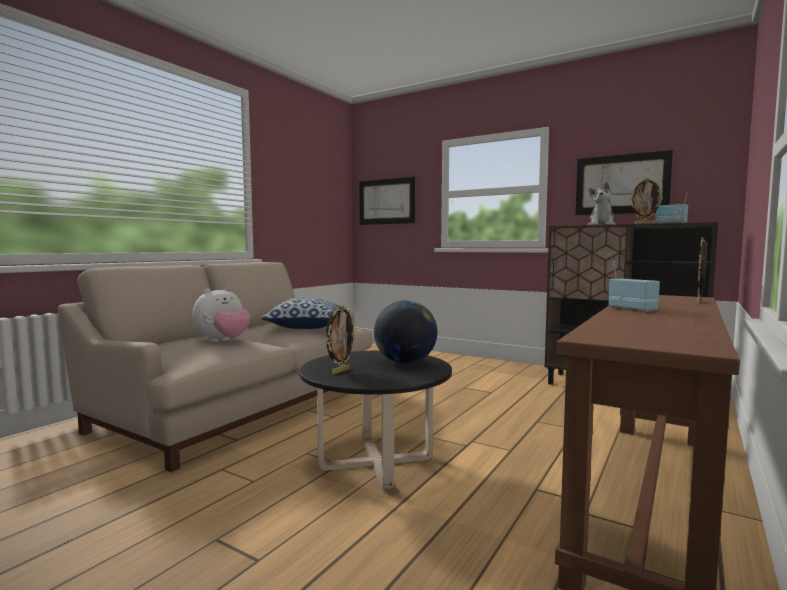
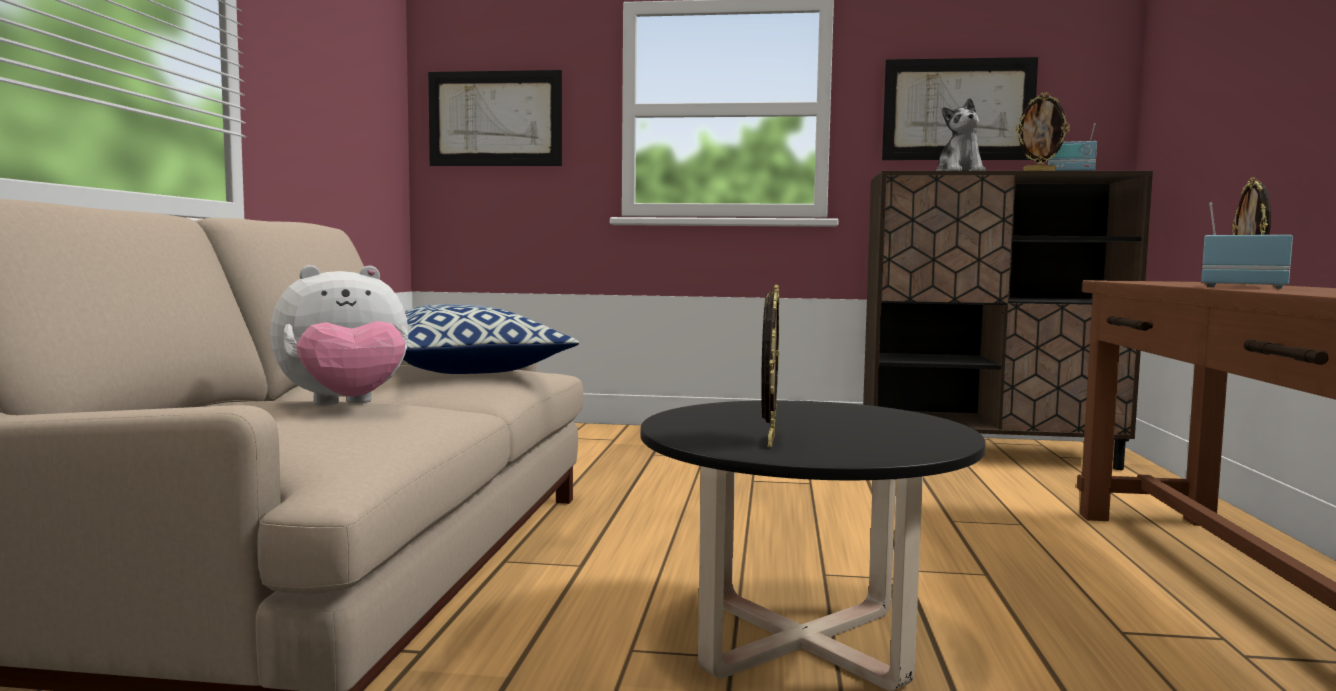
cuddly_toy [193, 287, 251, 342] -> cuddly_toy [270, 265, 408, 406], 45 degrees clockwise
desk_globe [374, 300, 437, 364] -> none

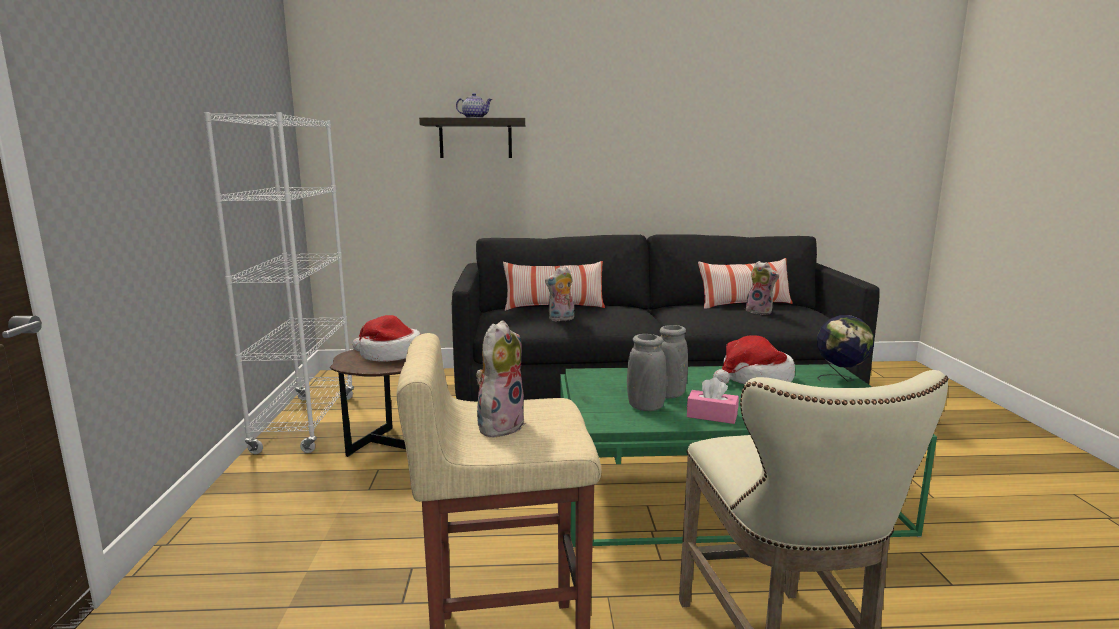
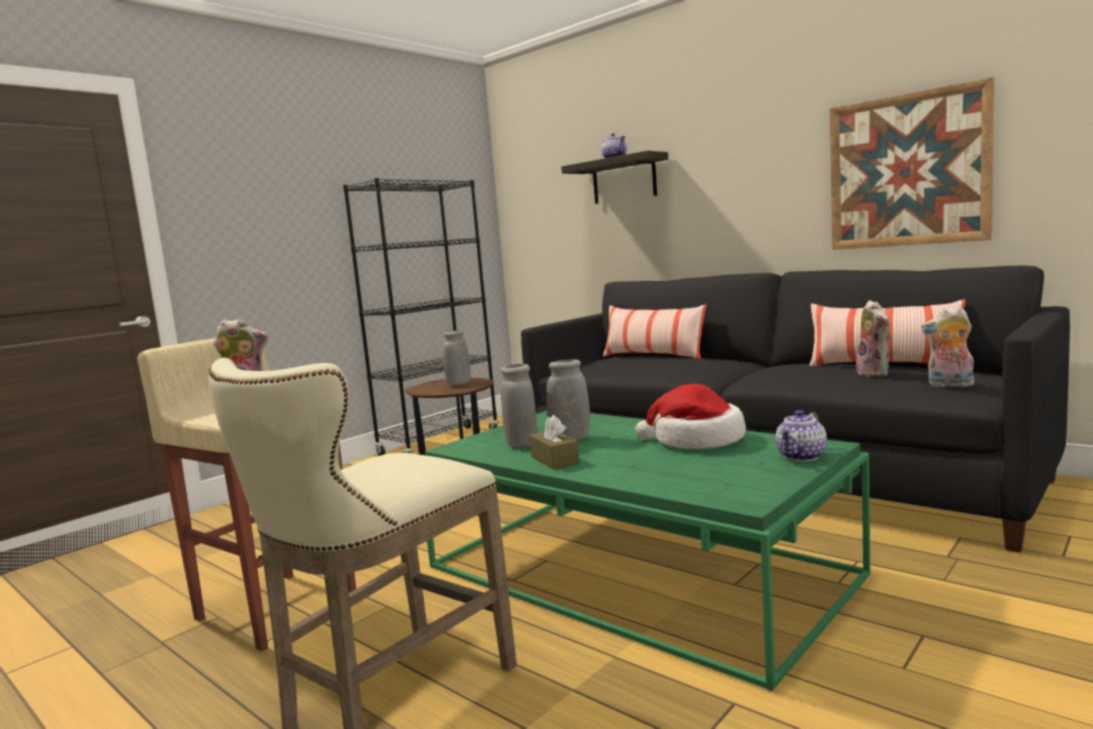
whitish_shelving_unit [204, 112, 354, 454] -> black_shelving_unit [343, 178, 498, 456]
hat [352, 315, 421, 362] -> gray_flower_vase [443, 330, 470, 386]
pinkish_tissue_holder [687, 377, 739, 424] -> brownish_tissue_holder [529, 415, 580, 470]
desk_globe [817, 315, 874, 381] -> teapot [775, 410, 827, 461]
none -> picture [830, 77, 995, 250]
cuddly_toy [545, 267, 574, 322] -> cuddly_toy [921, 307, 974, 387], relocated

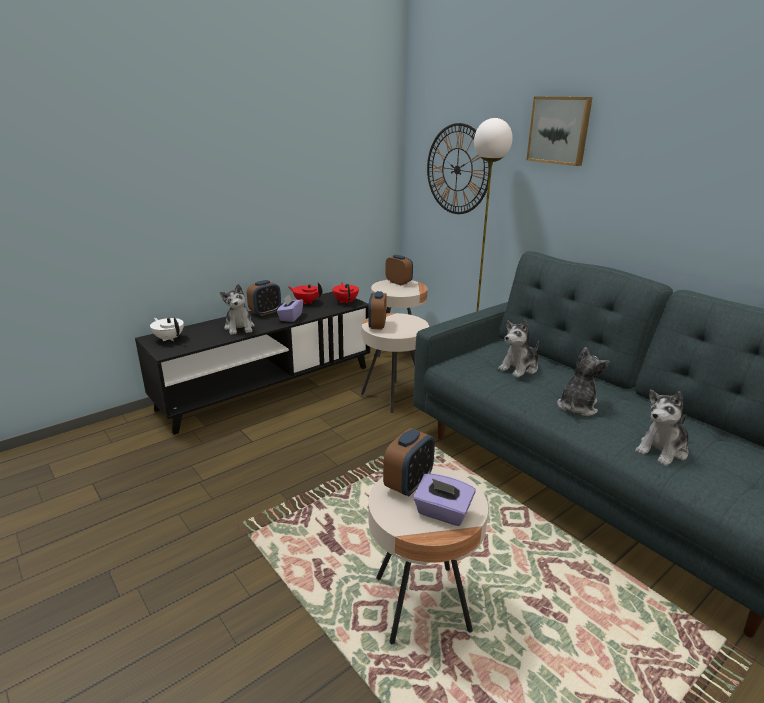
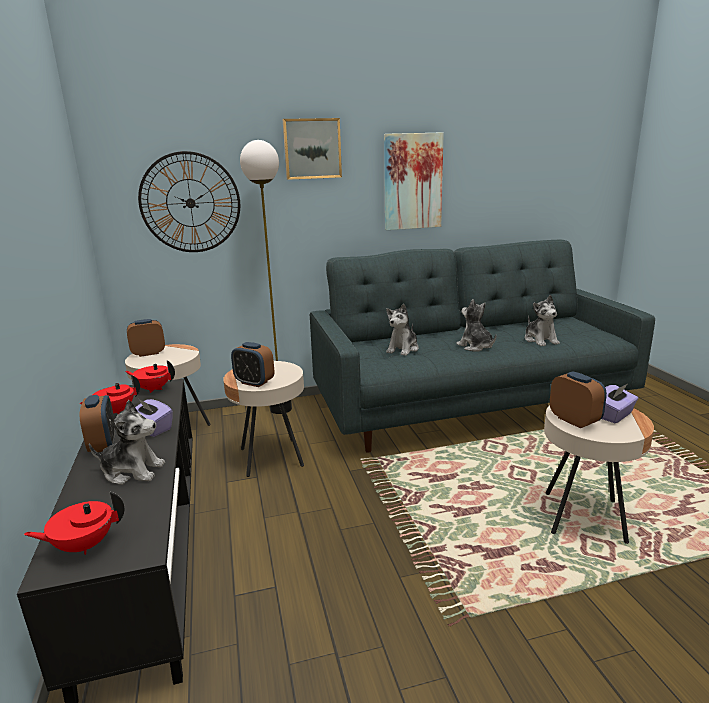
whitish_teapot [150, 317, 184, 341] -> red-coloured_teapot [24, 492, 124, 555]
none -> picture [384, 132, 444, 230]
cuddly_toy [498, 320, 539, 378] -> cuddly_toy [386, 304, 419, 356], 45 degrees clockwise

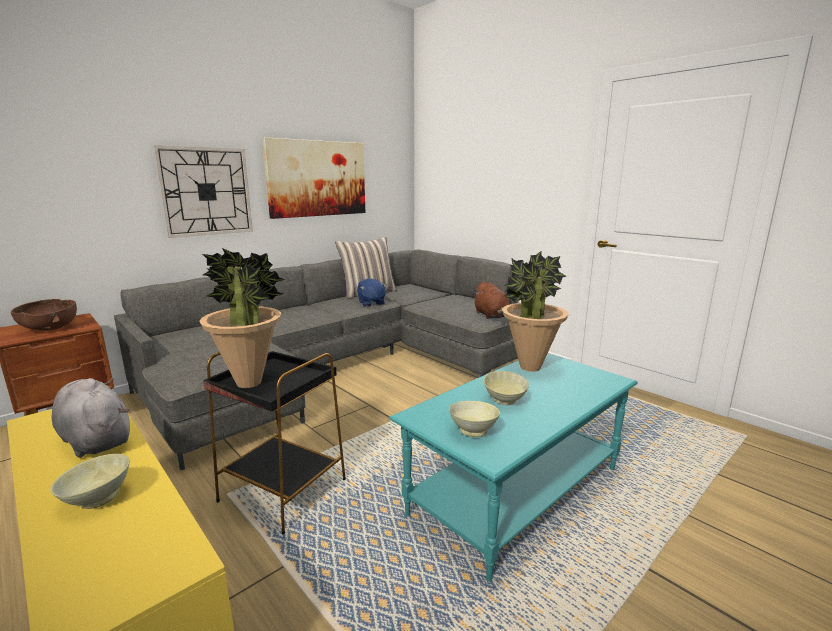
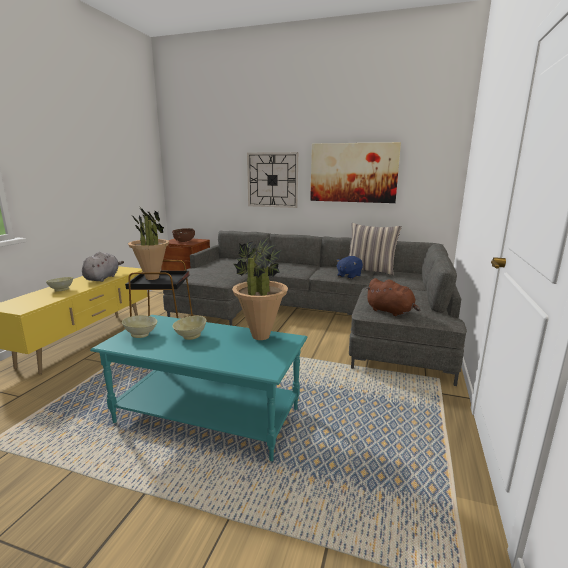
brownish_cuddly_toy [473, 281, 510, 319] -> brownish_cuddly_toy [366, 278, 420, 316], 90 degrees counterclockwise

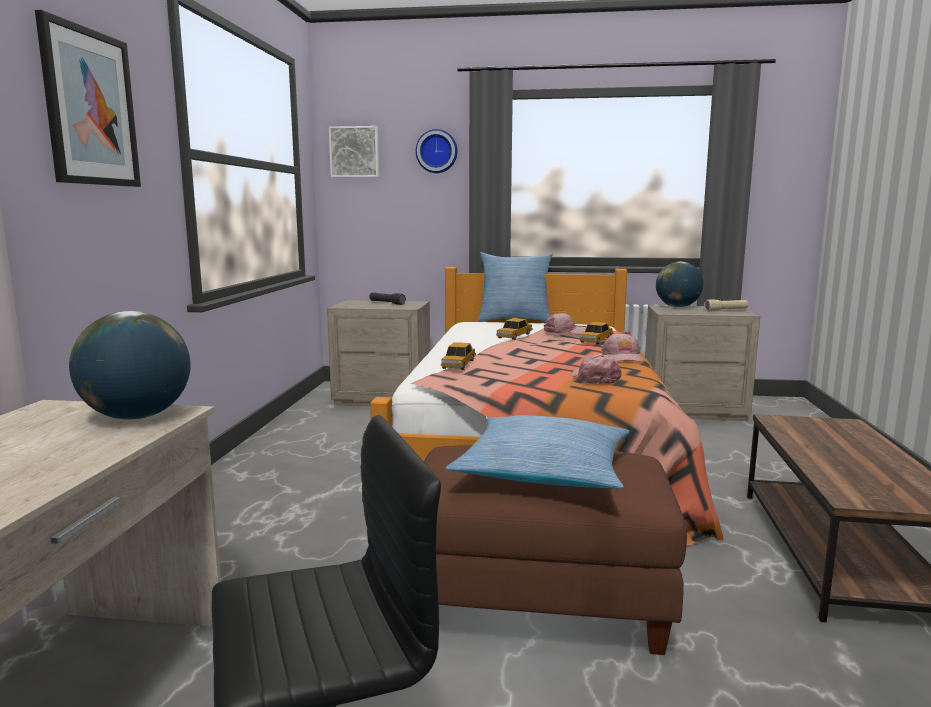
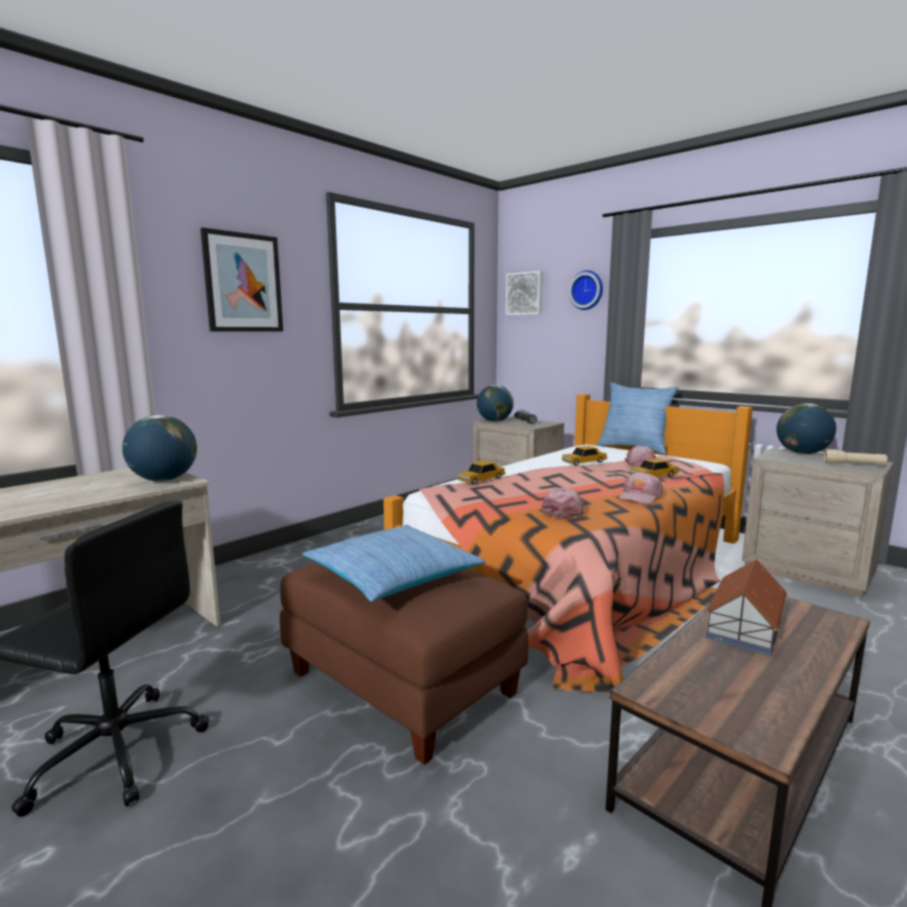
none -> desk_globe [477, 385, 514, 422]
none -> toy_house [705, 559, 788, 656]

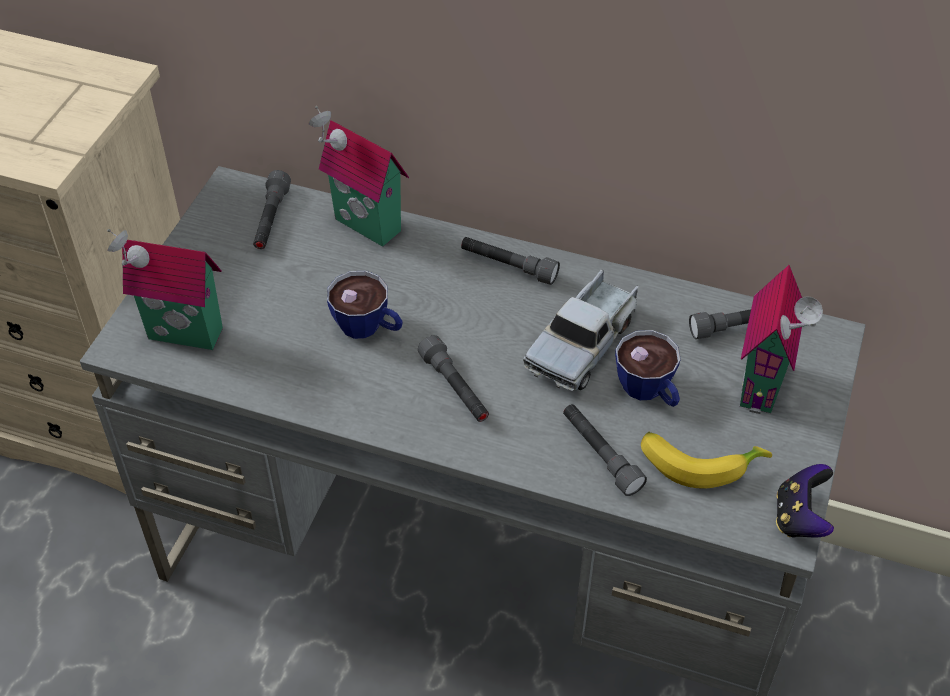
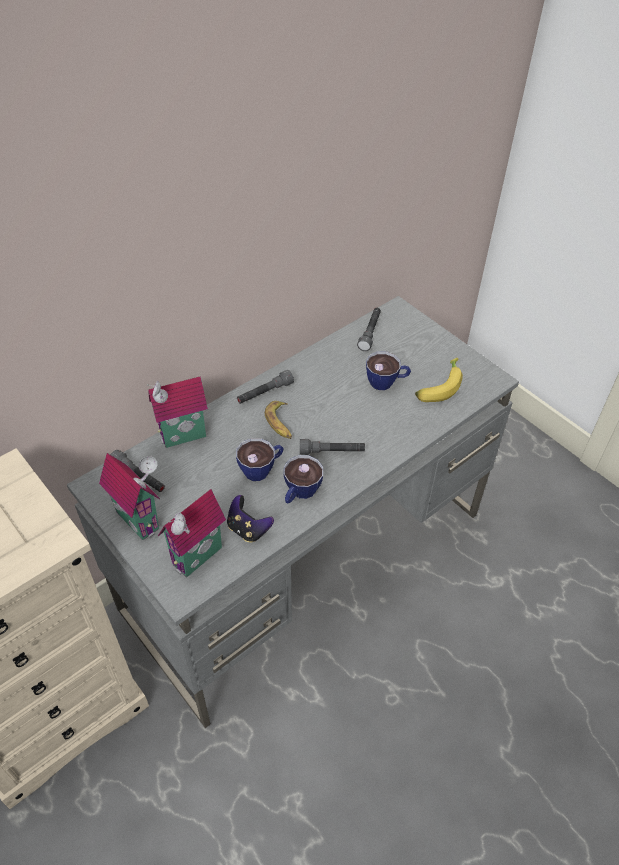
toy_house [740, 265, 823, 414] -> toy_house [99, 453, 160, 540], relocated
game_controller [776, 464, 834, 538] -> game_controller [227, 495, 274, 542], relocated
none -> banana_fruit [265, 401, 292, 439]
none -> drinking_cup [284, 455, 323, 503]
toy_truck [523, 269, 639, 391] -> none
gray_flashlight [563, 404, 647, 496] -> none

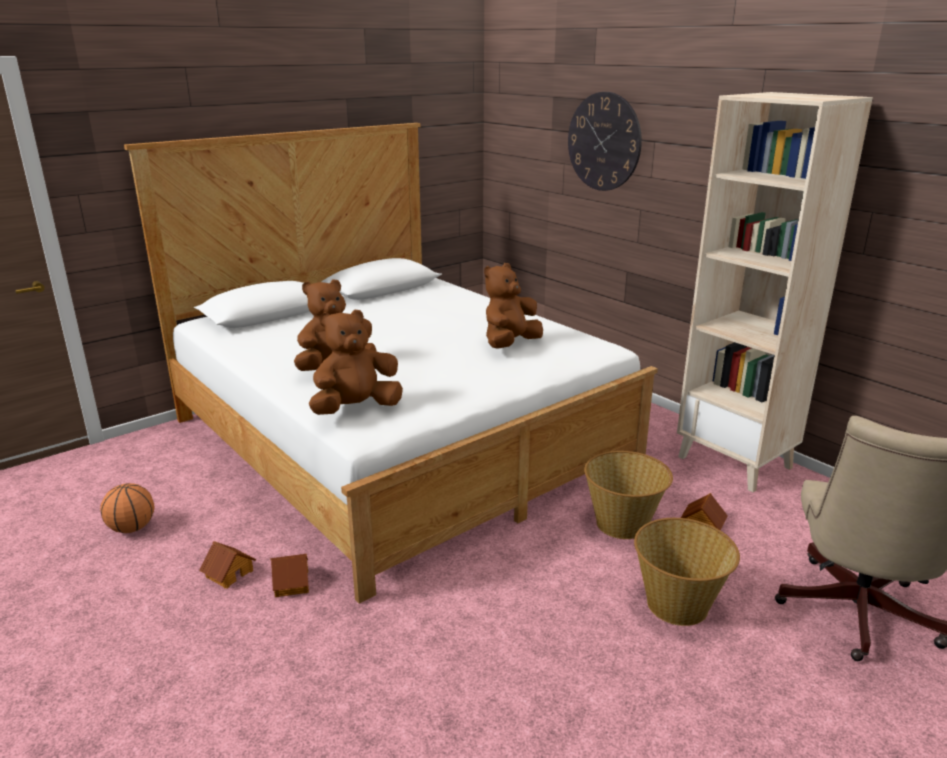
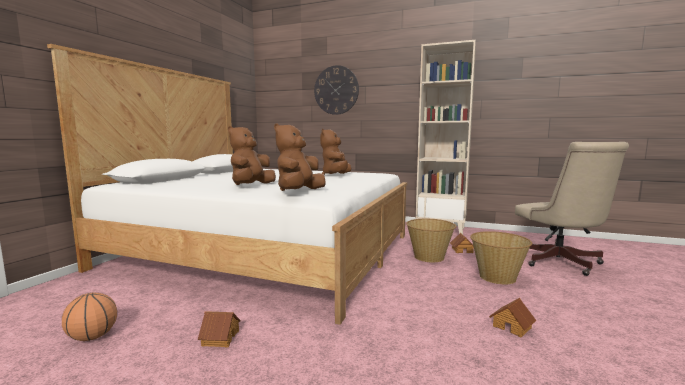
toy_house [270, 554, 309, 597] -> toy_house [489, 298, 536, 338], relocated

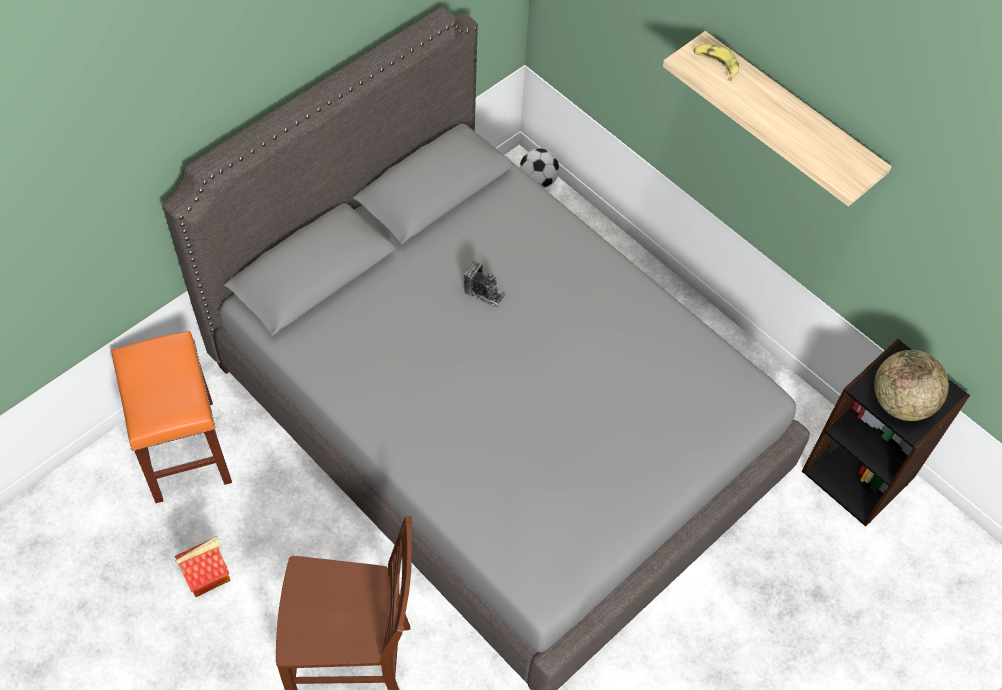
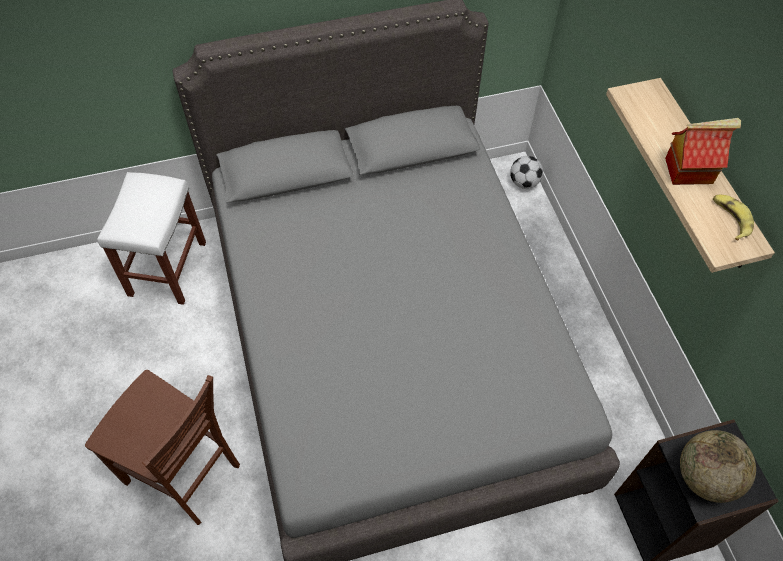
orange_sitting_stool [111, 331, 232, 503] -> whitish_sitting_stool [97, 172, 206, 305]
toy_house [175, 536, 231, 597] -> toy_house [665, 118, 741, 185], relocated
banana_fruit [693, 44, 739, 81] -> banana_fruit [713, 195, 754, 241], relocated
photo_camera [464, 261, 506, 308] -> none

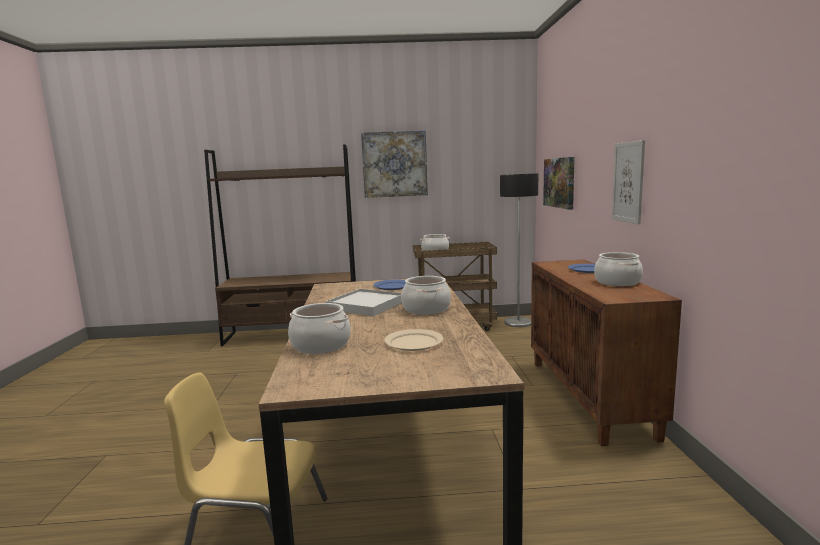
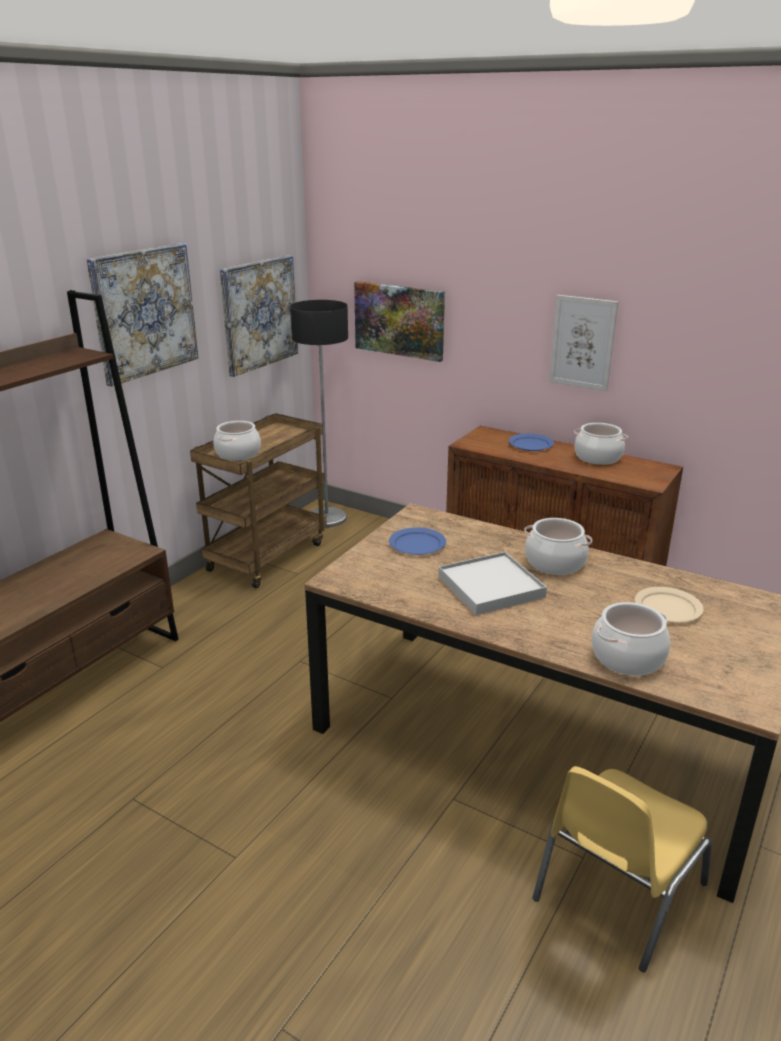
none -> picture [220, 255, 298, 377]

